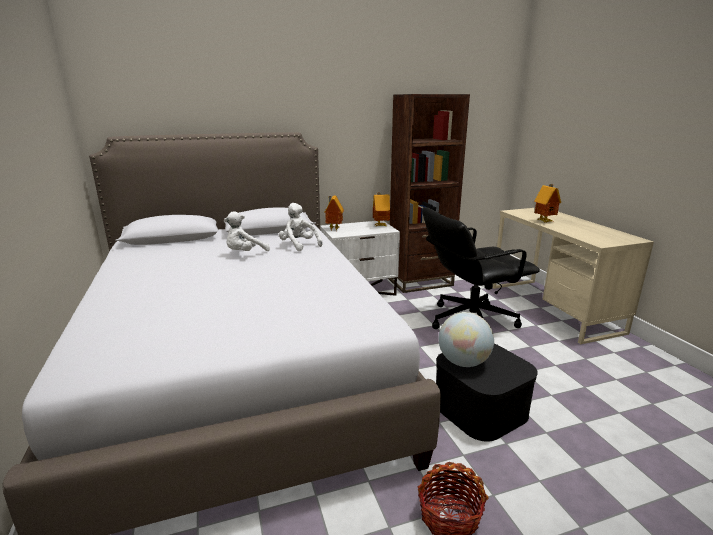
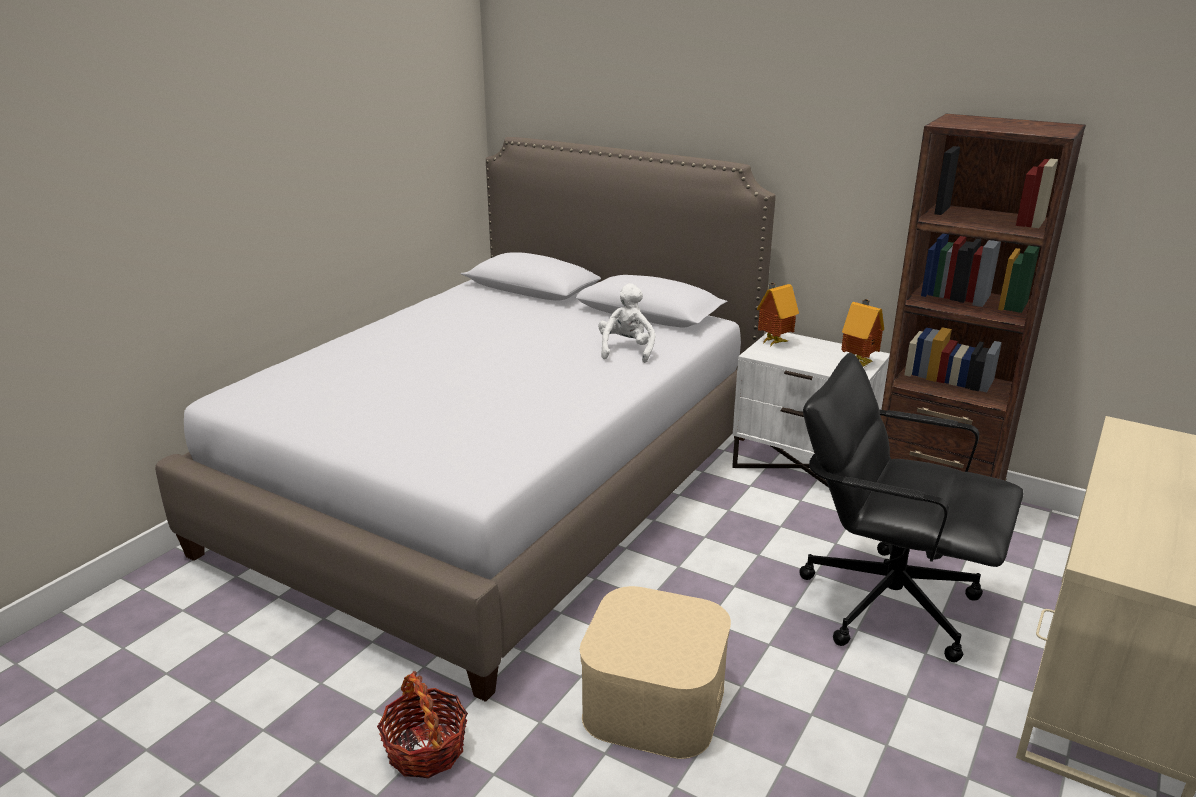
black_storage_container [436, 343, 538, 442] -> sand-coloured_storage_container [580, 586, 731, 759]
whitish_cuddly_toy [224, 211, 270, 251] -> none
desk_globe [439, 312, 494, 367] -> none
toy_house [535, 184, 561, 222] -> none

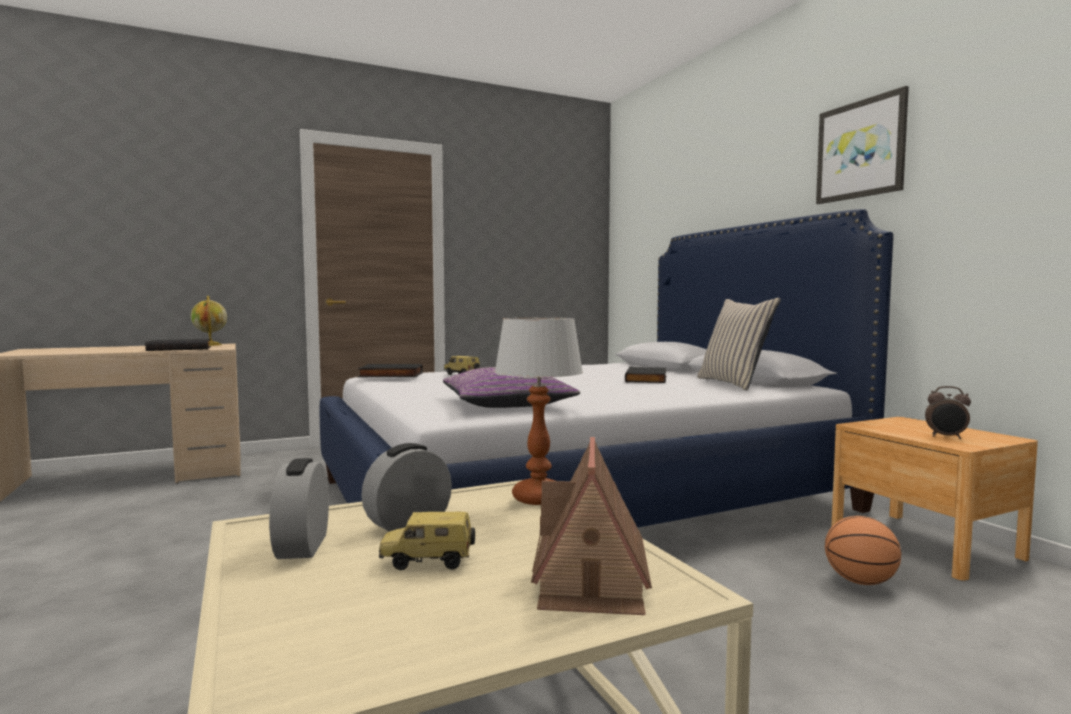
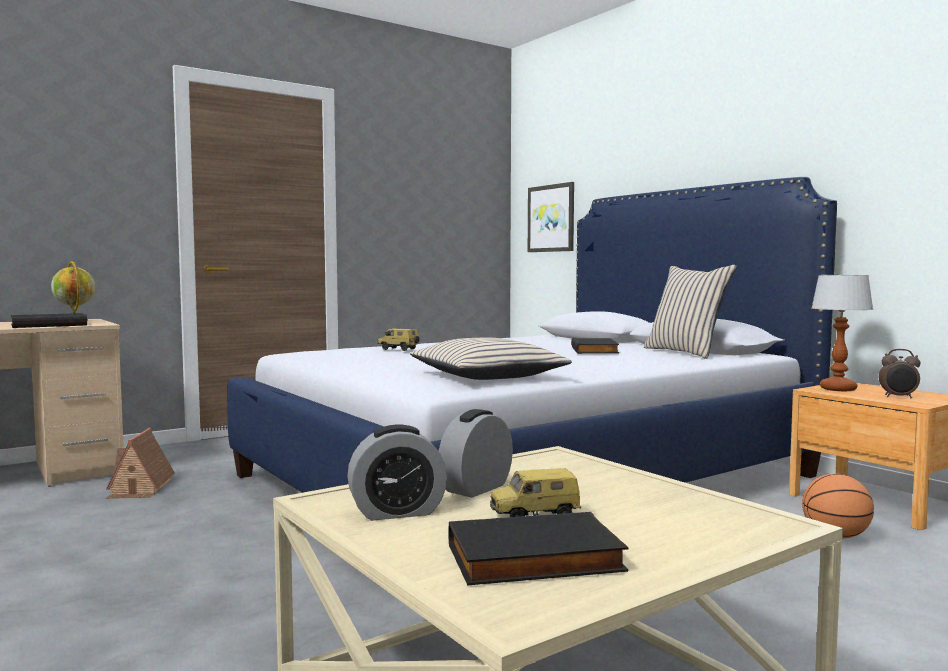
toy_house [531, 437, 652, 615] -> toy_house [106, 428, 175, 499], relocated
alarm_clock [269, 458, 329, 559] -> alarm_clock [347, 425, 447, 521], 90 degrees counterclockwise
purple_pillow [443, 367, 580, 408] -> sand-coloured_pillow [410, 337, 572, 380]
black_book [358, 364, 423, 377] -> black_book [448, 512, 629, 586], relocated
picture [816, 86, 909, 204] -> picture [528, 182, 574, 252], relocated
lamp_for_a_table [494, 318, 583, 505] -> lamp_for_a_table [811, 275, 873, 391], relocated

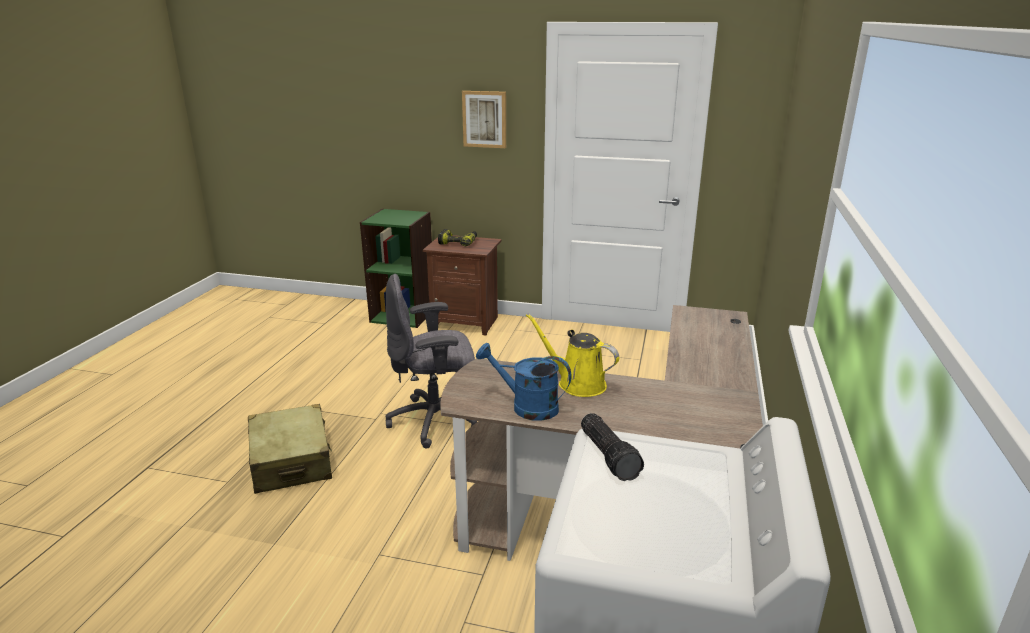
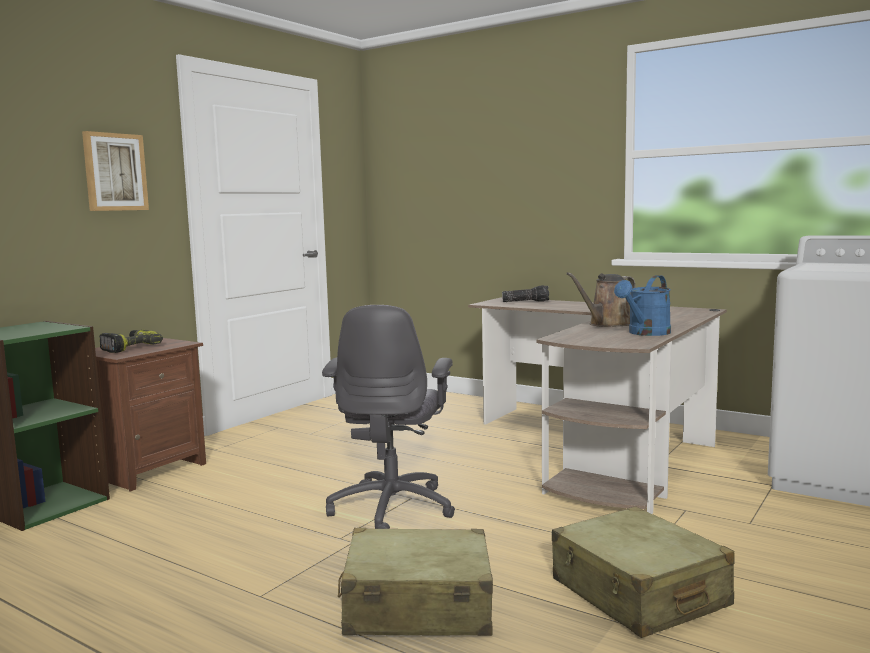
flashlight [581, 413, 644, 481] -> flashlight [502, 285, 549, 302], relocated
none -> sand-coloured_travel_case [552, 506, 735, 638]
yellow-coloured_watering_can [526, 313, 619, 397] -> brownish_watering_can [566, 272, 636, 327]

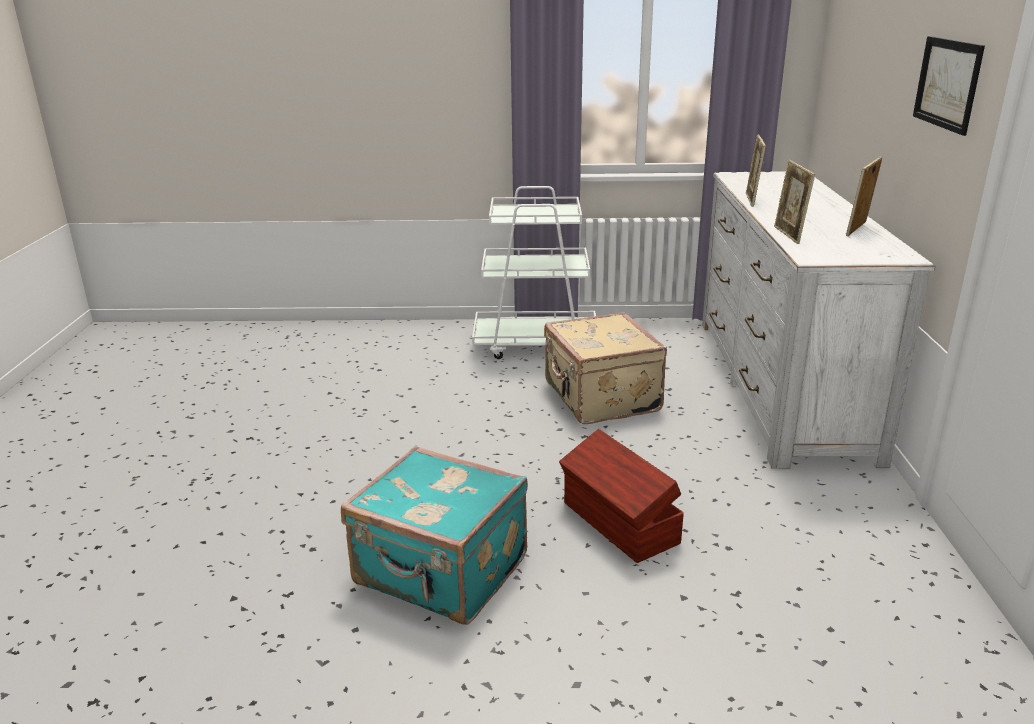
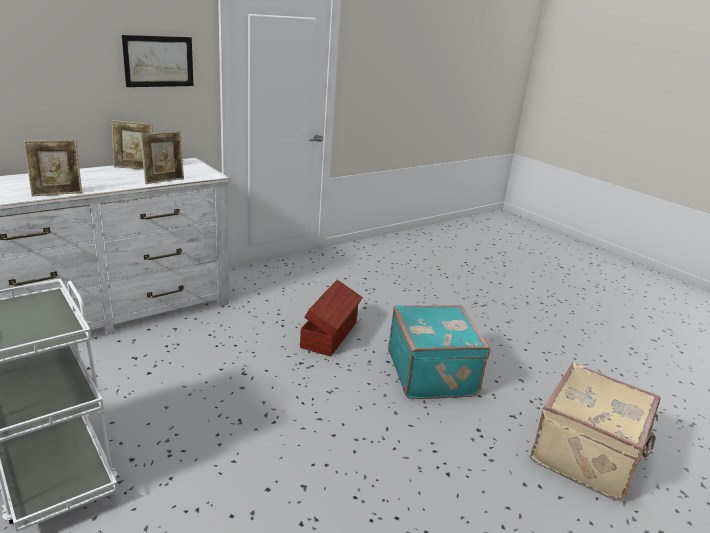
sand-coloured_travel_case [544, 312, 667, 424] -> sand-coloured_travel_case [531, 362, 661, 501], relocated

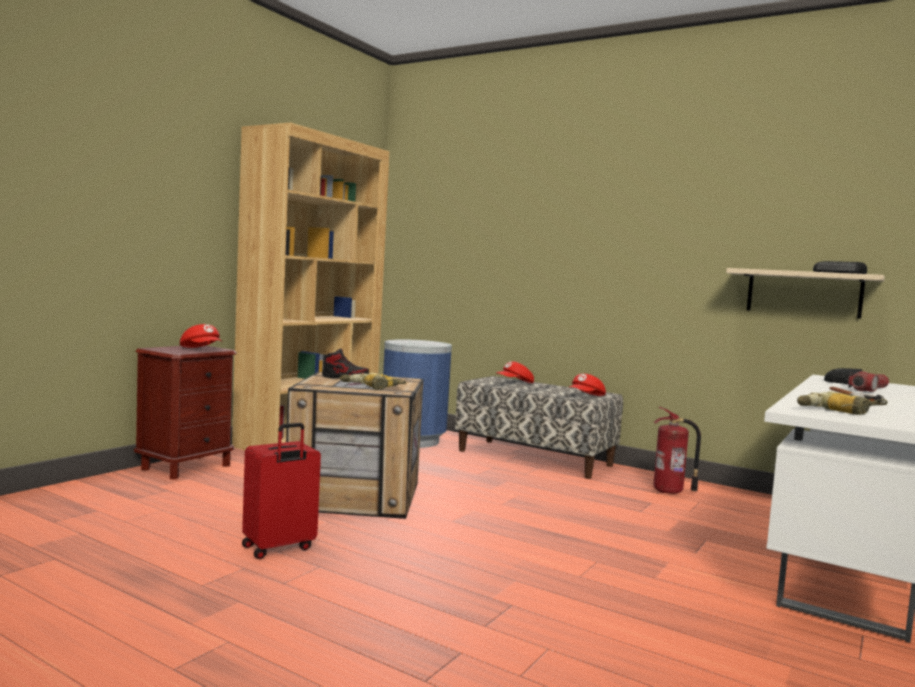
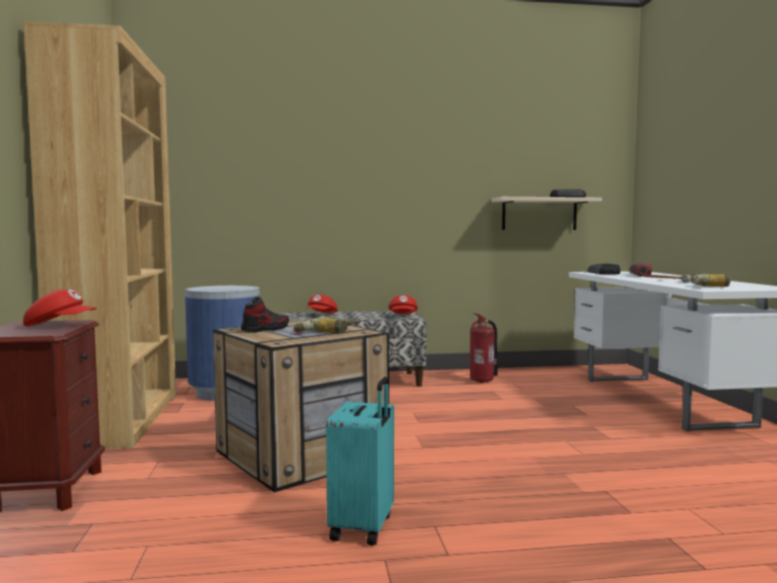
red-coloured_travel_case [242, 423, 321, 559] -> blue-green_travel_case [326, 377, 394, 546]

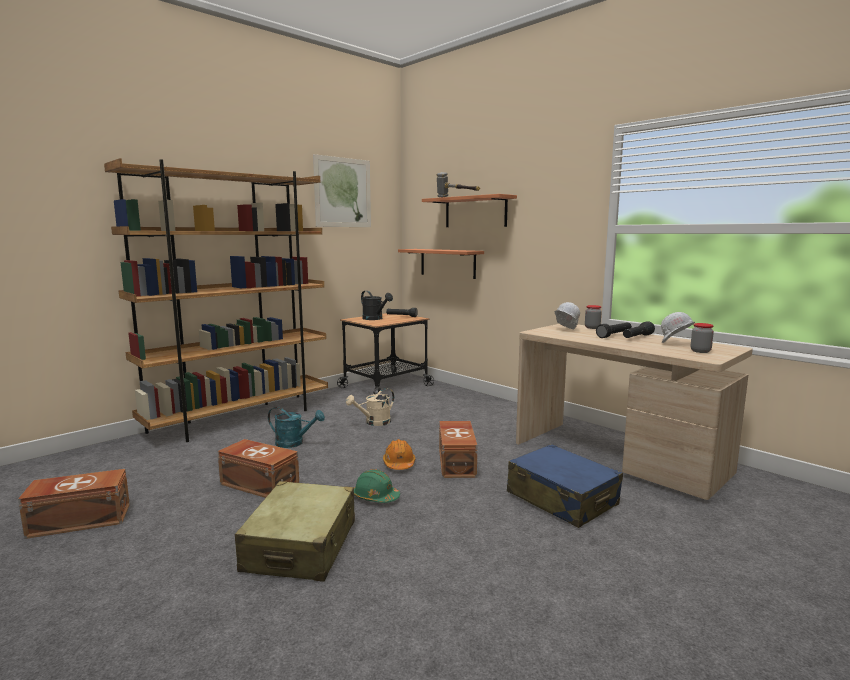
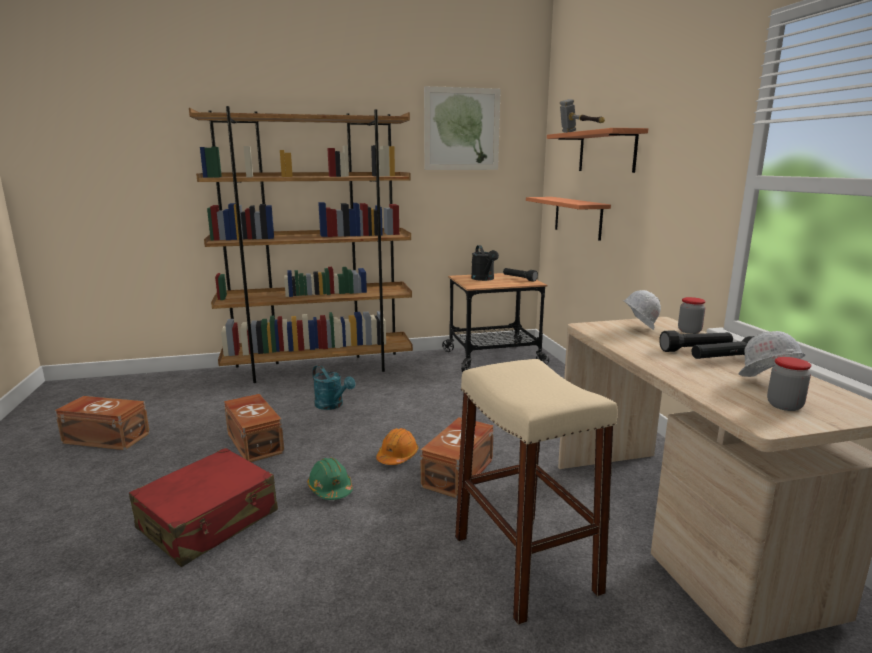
sand-coloured_travel_case [235, 481, 355, 582] -> red-coloured_travel_case [129, 448, 278, 567]
blue-coloured_travel_case [507, 444, 623, 528] -> sand-coloured_sitting_stool [455, 359, 618, 625]
sand-coloured_watering_can [346, 388, 394, 426] -> none

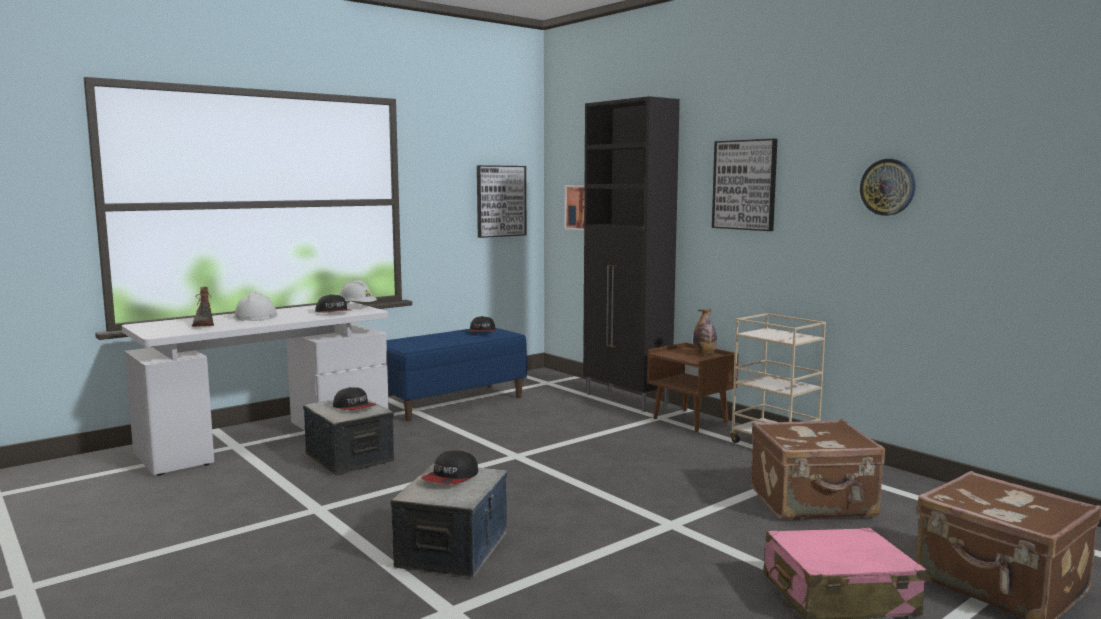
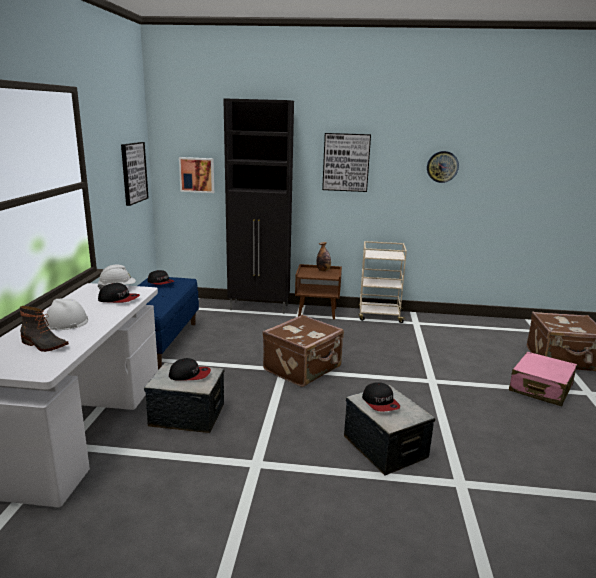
brownish_travel_case [751, 419, 885, 519] -> brownish_travel_case [263, 315, 344, 387], relocated

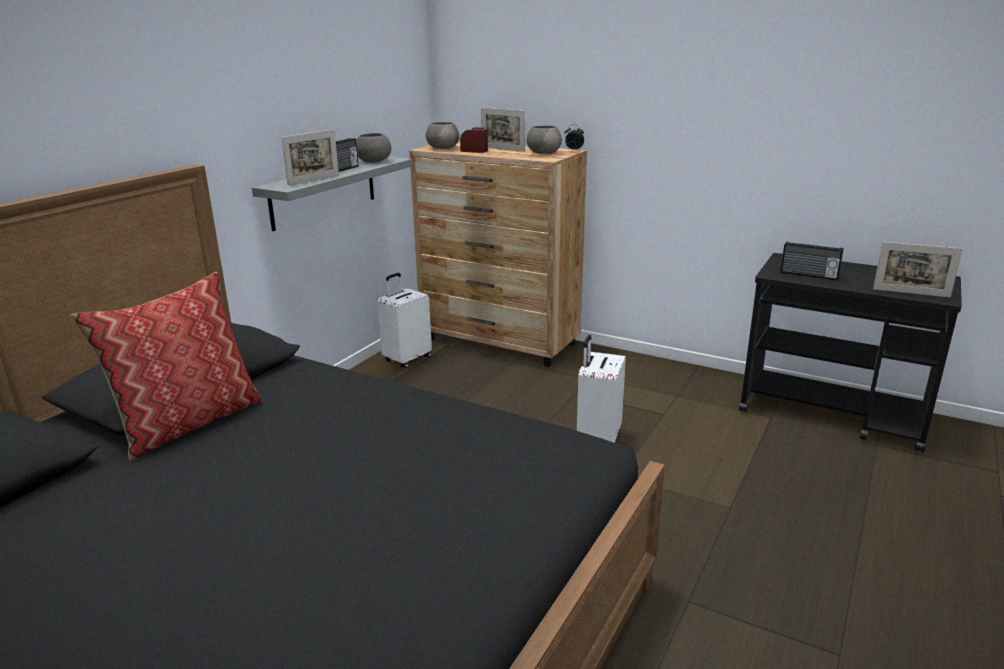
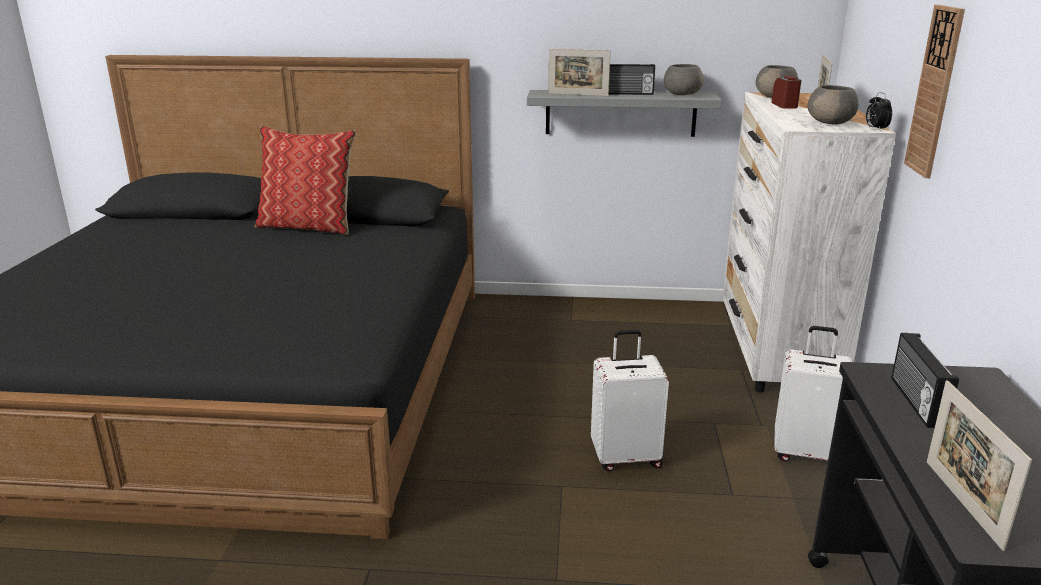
brownish_drawer_chest [409, 141, 587, 367] -> whitish_drawer_chest [722, 92, 896, 393]
whitish_travel_case [377, 273, 432, 368] -> whitish_travel_case [774, 326, 853, 462], relocated
none -> hanging_clock [904, 5, 965, 178]

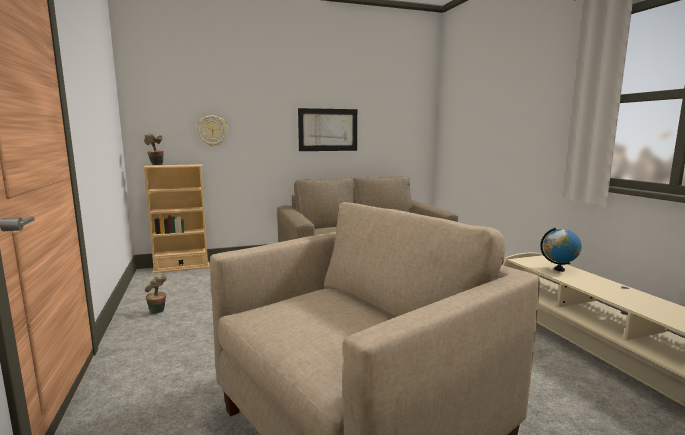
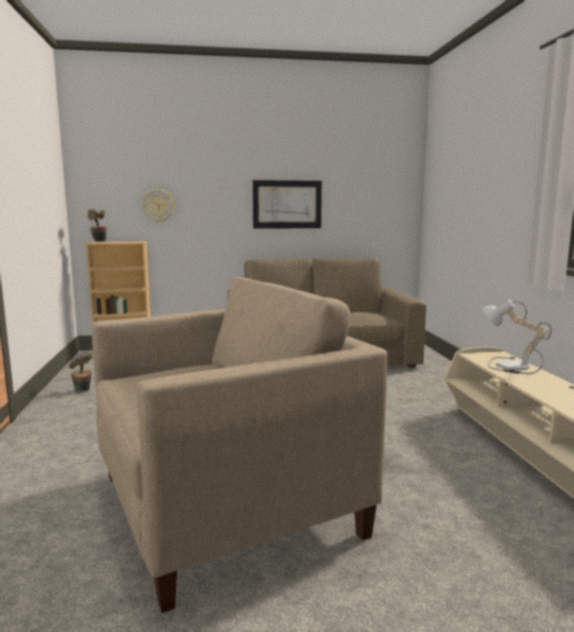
desk_globe [540, 228, 581, 272] -> lamp_for_a_table [483, 299, 551, 374]

